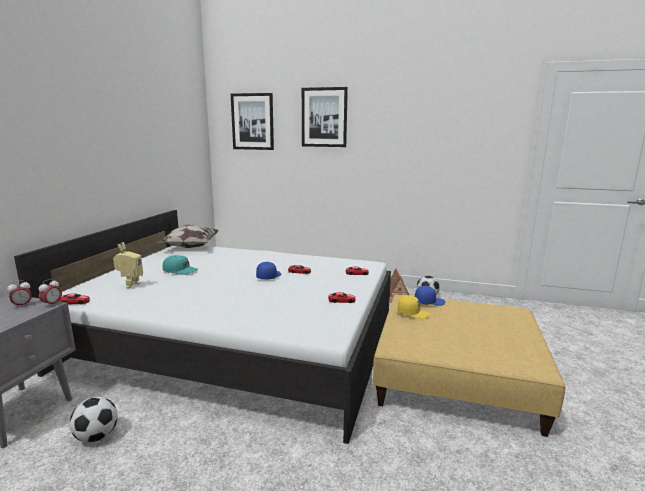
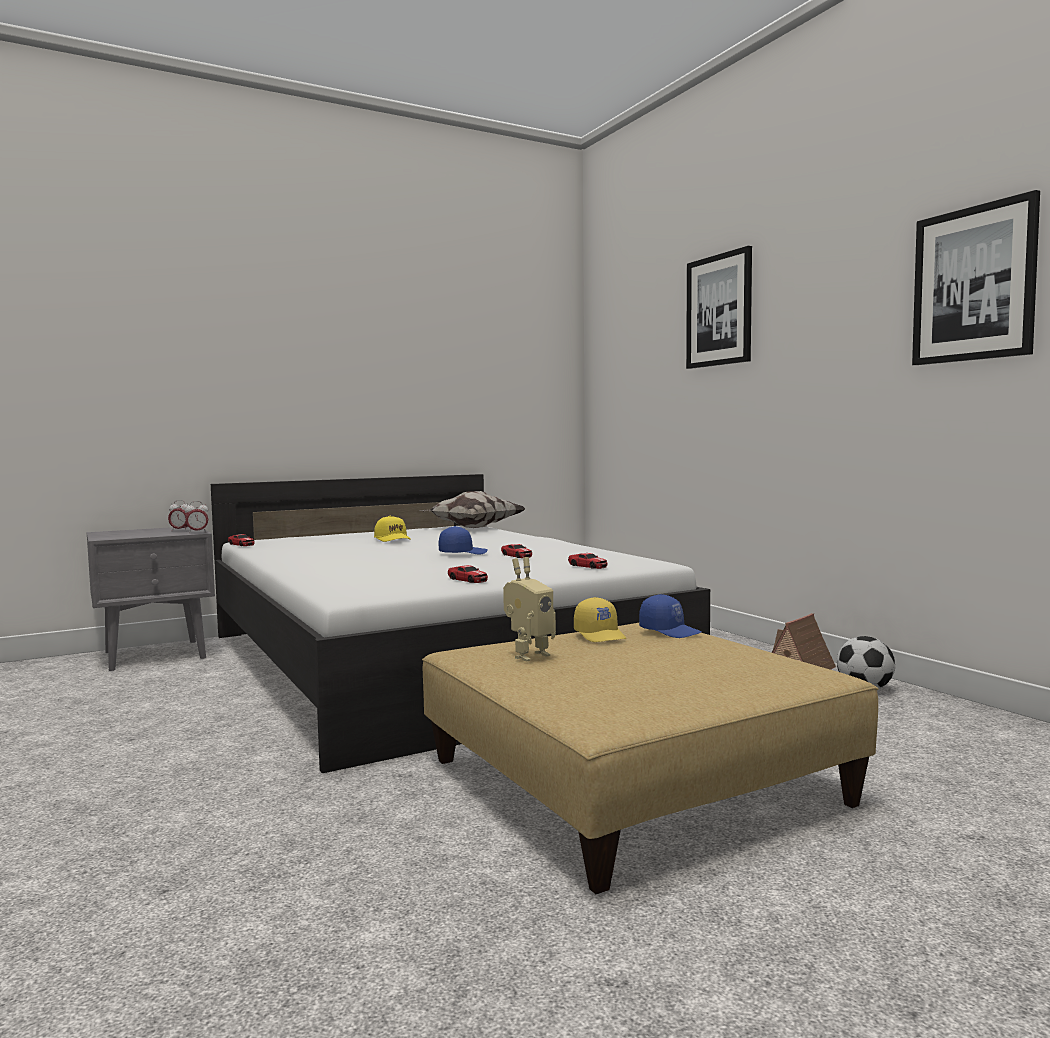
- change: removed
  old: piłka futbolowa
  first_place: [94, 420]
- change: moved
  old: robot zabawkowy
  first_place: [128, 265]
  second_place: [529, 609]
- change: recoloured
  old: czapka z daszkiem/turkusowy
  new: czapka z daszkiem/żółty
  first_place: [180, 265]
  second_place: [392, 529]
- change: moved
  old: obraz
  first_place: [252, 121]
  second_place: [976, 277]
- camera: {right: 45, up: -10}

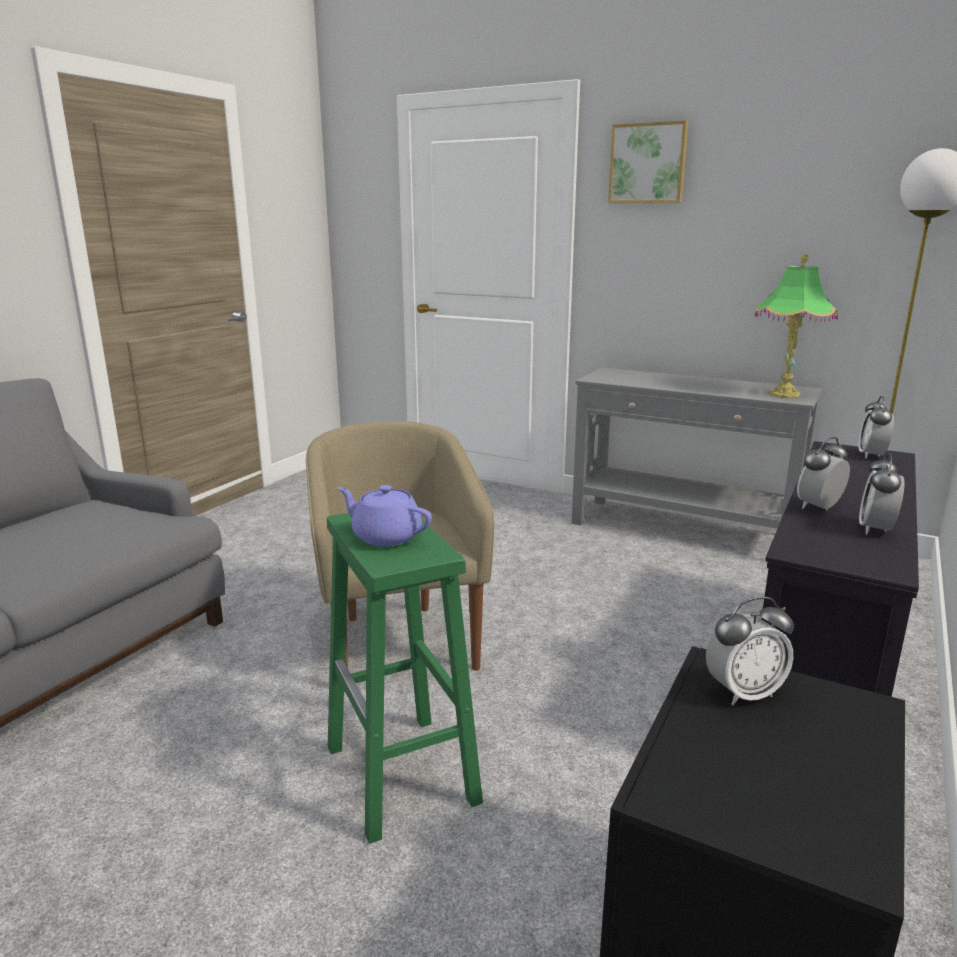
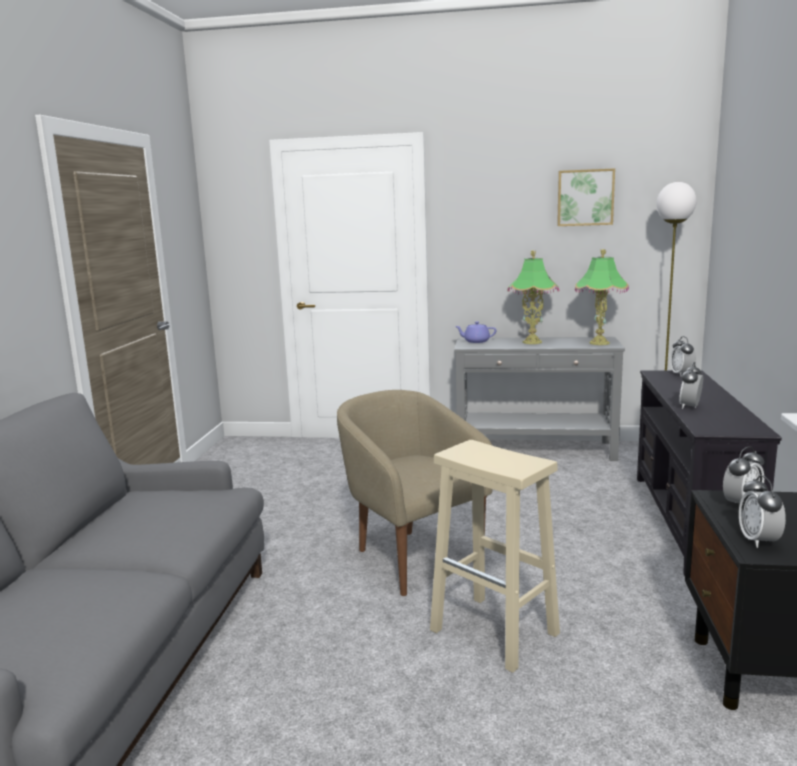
- change: recoloured
  old: stołek/zielony
  new: stołek/beżowy
  first_place: [405, 678]
  second_place: [495, 556]
- change: moved
  old: imbryk/fioletowy
  first_place: [385, 515]
  second_place: [475, 332]
- change: moved
  old: obraz
  first_place: [648, 161]
  second_place: [586, 197]
- change: moved
  old: budzik
  first_place: [882, 493]
  second_place: [762, 511]
- change: added
  new: lampa stołowa
  second_place: [533, 297]
- camera: {right: -20, up: -5}

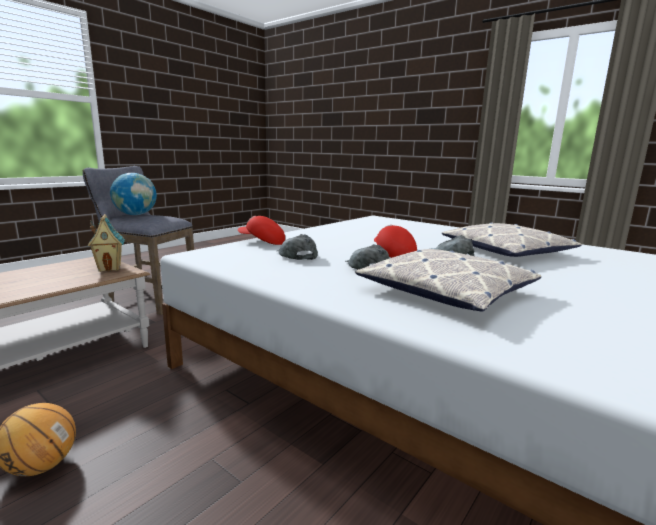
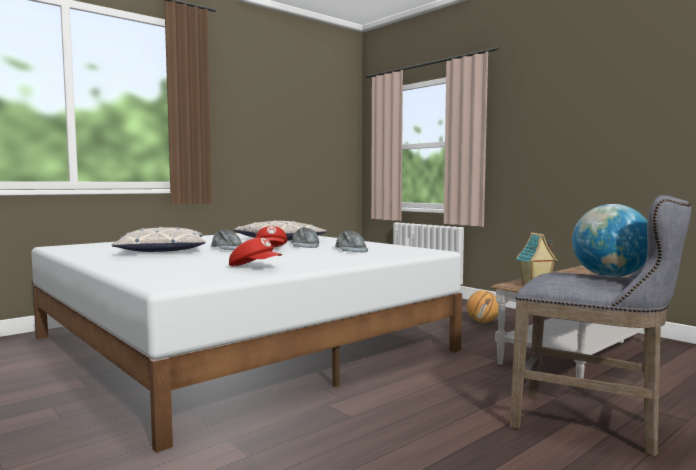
- change: moved
  old: czapka z daszkiem/czerwony
  first_place: [261, 230]
  second_place: [255, 252]
- camera: {right: -170, up: -10}

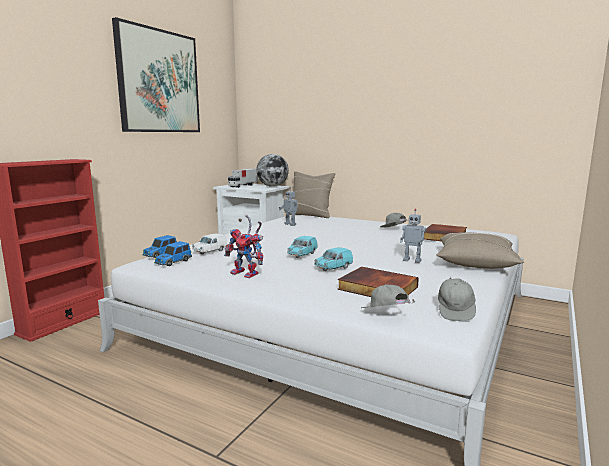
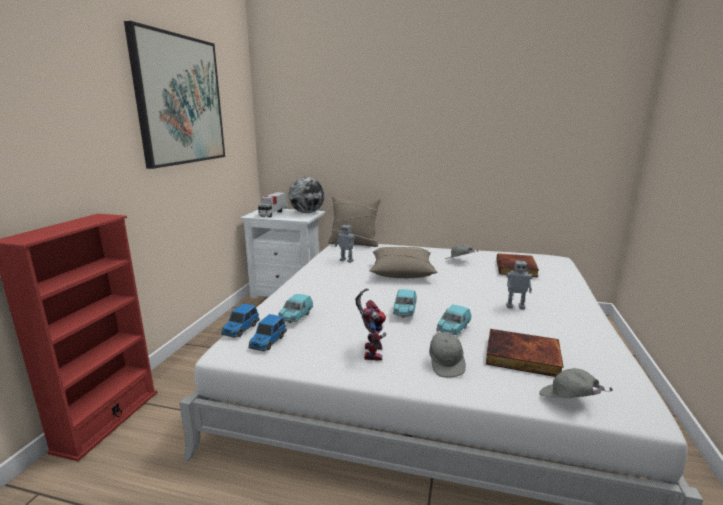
- change: recoloured
  old: samochodzik/biały
  new: samochodzik/turkusowy
  first_place: [209, 244]
  second_place: [295, 308]
- change: turned
  old: robot zabawkowy
  first_place: [243, 246]
  second_place: [370, 324]
  degrees: -105
- change: moved
  old: poduszka/beżowy
  first_place: [480, 250]
  second_place: [403, 262]
- change: moved
  old: czapka z daszkiem/szary
  first_place: [457, 299]
  second_place: [447, 353]
- camera: {right: -15, up: 5}

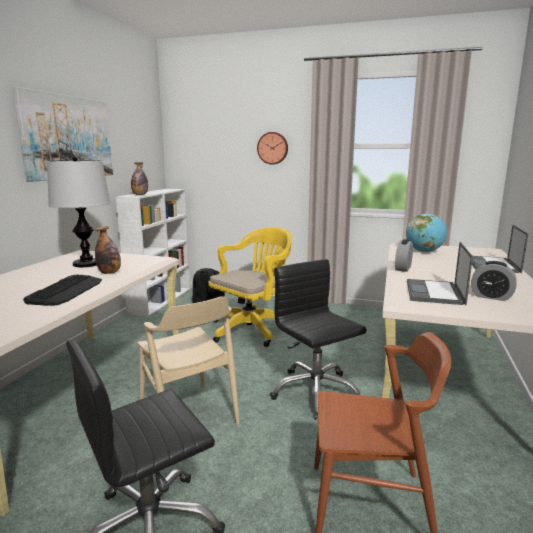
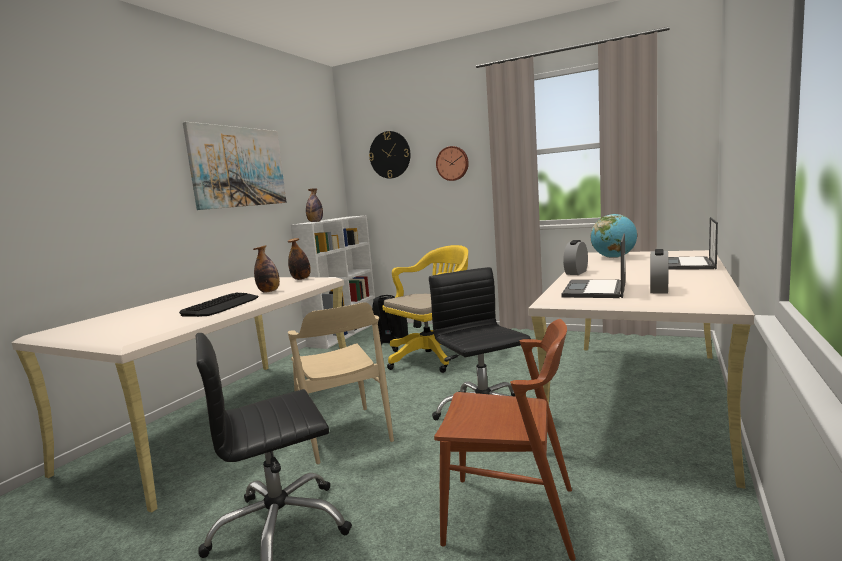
- change: removed
  old: lampa stołowa
  first_place: [78, 212]
- change: turned
  old: budzik
  first_place: [494, 281]
  second_place: [659, 271]
  degrees: -105
- change: added
  new: butelka
  second_place: [299, 259]
- change: added
  new: zegar ścienny
  second_place: [389, 154]
- camera: {right: 10, up: -5}

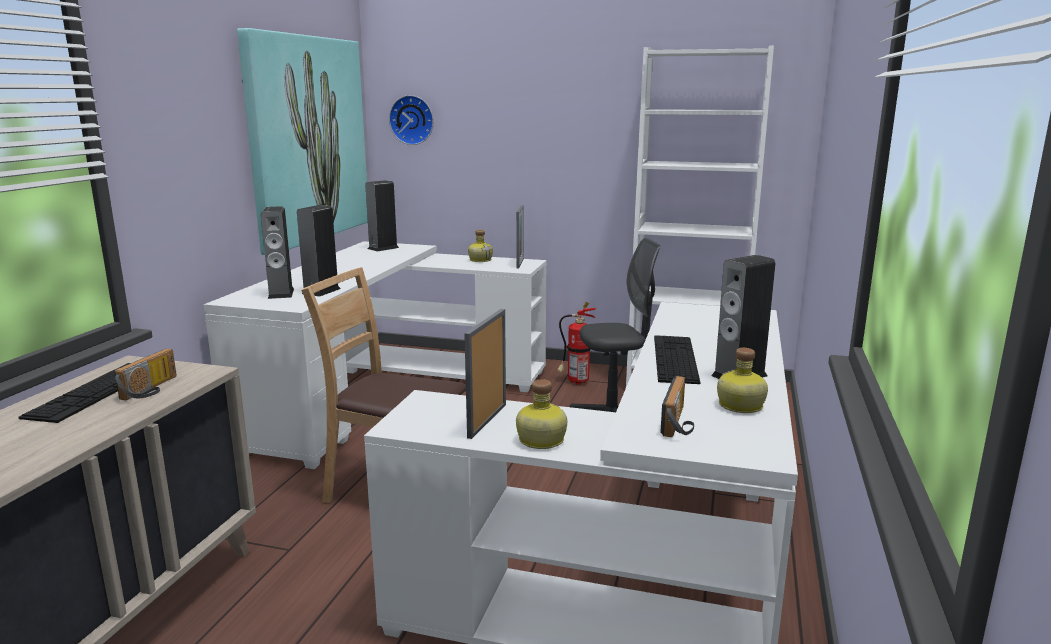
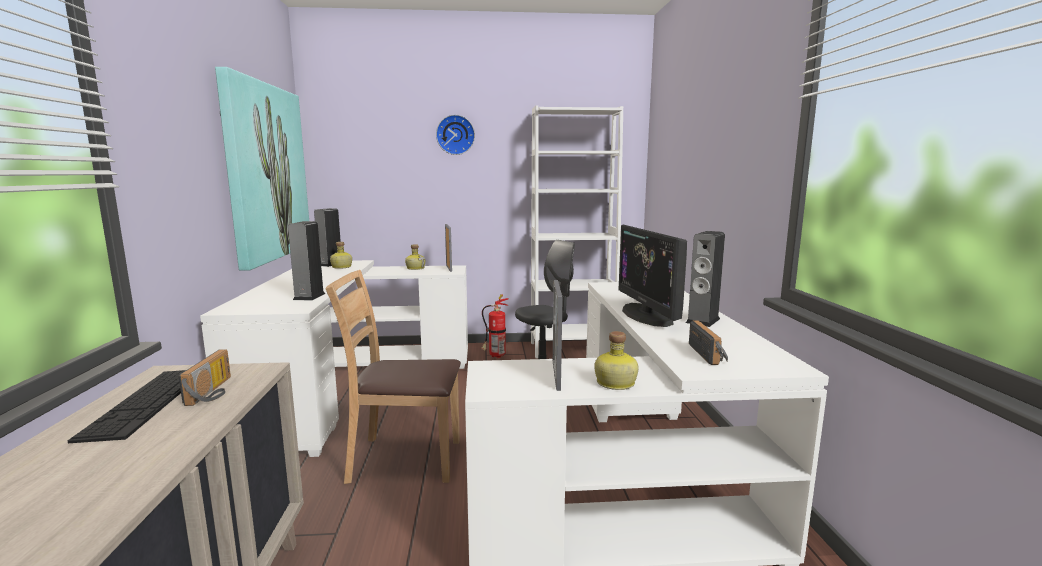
- change: removed
  old: głośnik
  first_place: [277, 252]
- change: moved
  old: zegar ścienny
  first_place: [411, 120]
  second_place: [455, 135]
- change: replaced
  old: klawiatura
  new: monitor
  first_place: [677, 359]
  second_place: [653, 276]
- change: moved
  old: butelka
  first_place: [742, 380]
  second_place: [341, 255]
- camera: {right: -20, up: -5}

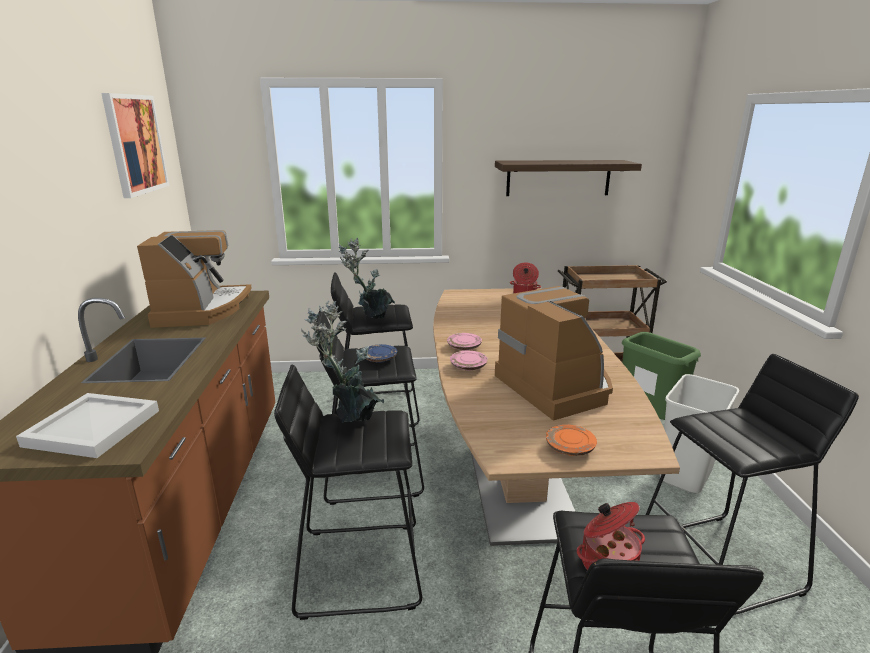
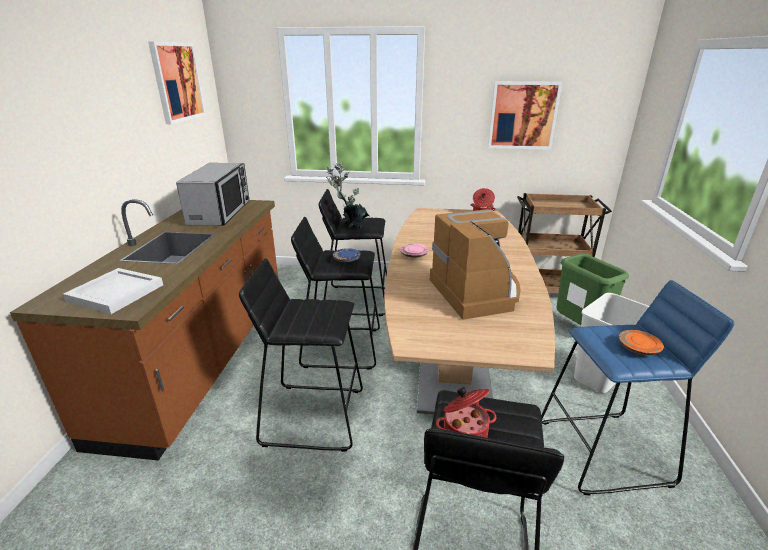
- change: replaced
  old: ekspres do kawy
  new: mikrofalówka
  first_place: [194, 279]
  second_place: [213, 194]
- change: removed
  old: roślina doniczkowa
  first_place: [342, 361]
- change: removed
  old: talerz/różowy
  first_place: [469, 361]
- change: replaced
  old: półka
  new: obraz
  first_place: [568, 178]
  second_place: [525, 115]
- change: moved
  old: talerz/pomarańczowy
  first_place: [571, 440]
  second_place: [641, 342]
- change: recoloured
  old: stołek/czarny
  new: stołek/niebieski
  first_place: [752, 484]
  second_place: [638, 387]
- camera: {right: 10, up: 5}

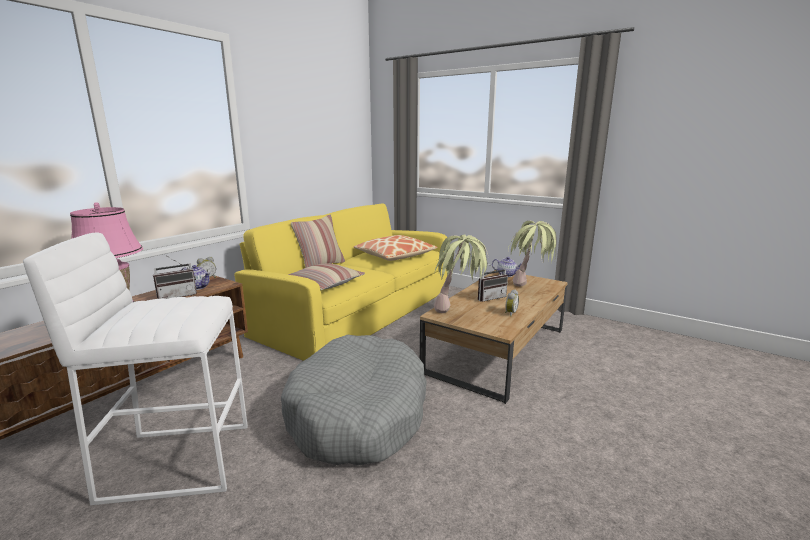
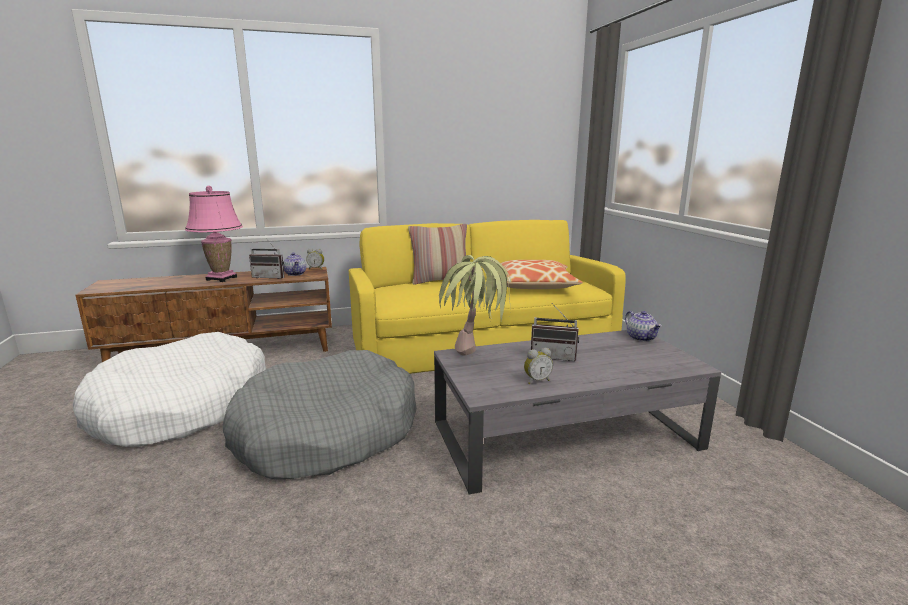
- change: replaced
  old: stołek/biały
  new: legowisko/biały
  first_place: [135, 369]
  second_place: [169, 389]
- change: removed
  old: poduszka
  first_place: [326, 276]
- change: recoloured
  old: ława/brązowy
  new: ława/szary
  first_place: [494, 337]
  second_place: [577, 412]
- change: removed
  old: roślina doniczkowa
  first_place: [532, 254]
- camera: {right: 40, up: 0}

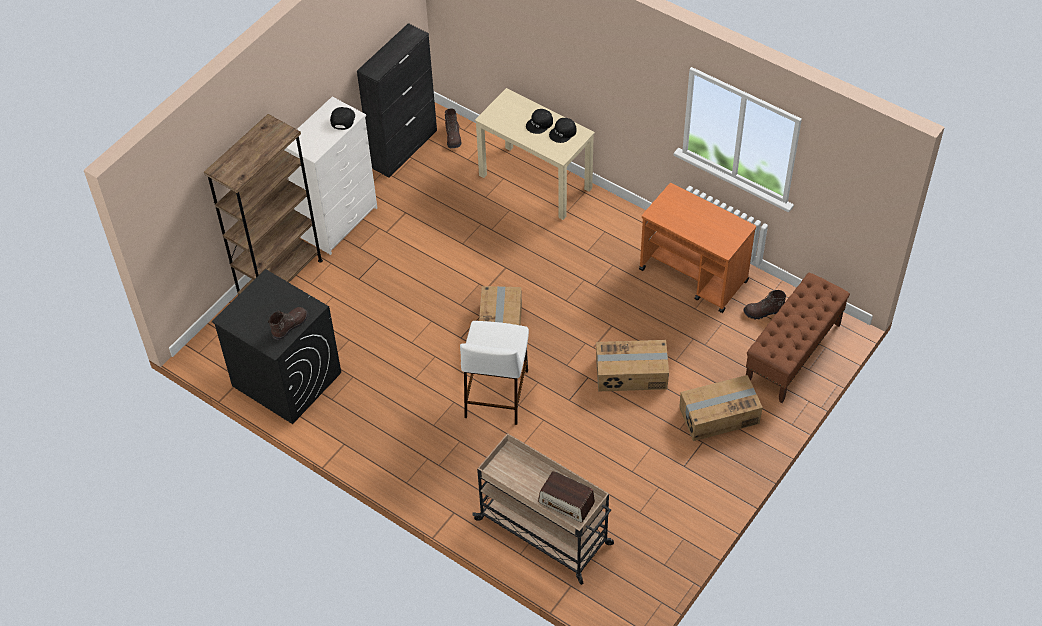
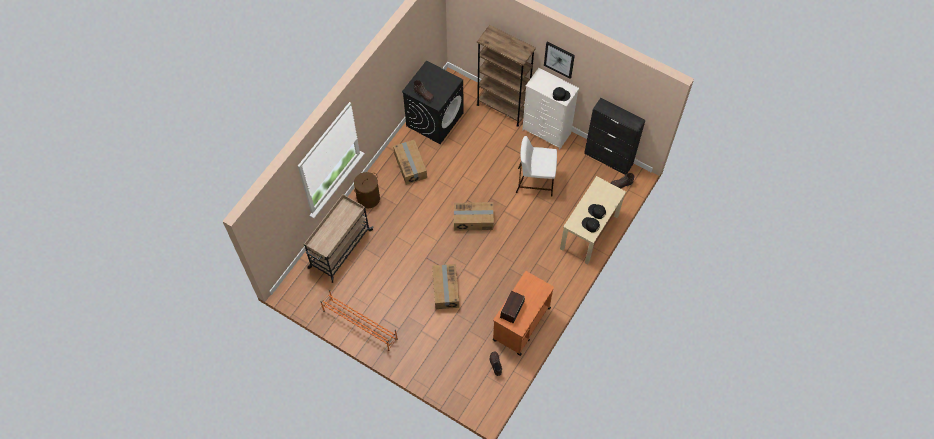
- change: moved
  old: stołek/biały
  first_place: [494, 373]
  second_place: [536, 166]
- change: moved
  old: radio
  first_place: [566, 497]
  second_place: [512, 307]
- change: moved
  old: karton
  first_place: [721, 408]
  second_place: [410, 162]
- change: removed
  old: ławka/brązowy
  first_place: [798, 338]
- change: added
  new: regał na buty/pomarańczowy
  second_place: [359, 320]
- change: added
  new: kosz na pranie/brązowy
  second_place: [367, 190]
- change: added
  new: obraz
  second_place: [559, 60]
- camera: {right: 85, up: 10}

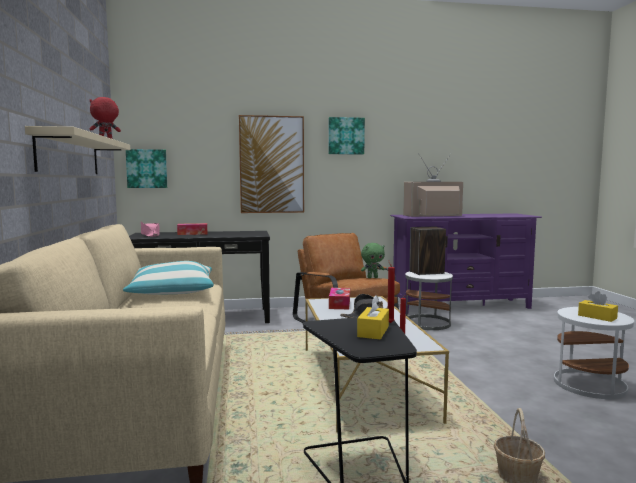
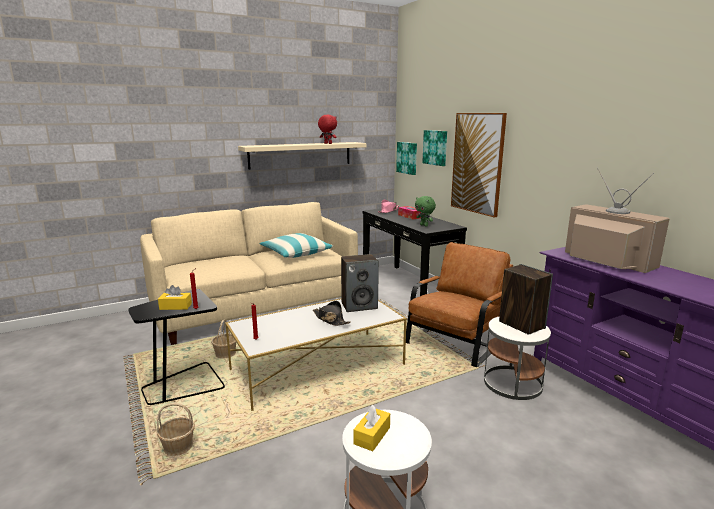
- change: moved
  old: obraz
  first_place: [347, 136]
  second_place: [434, 148]
- change: replaced
  old: pudełko chusteczek
  new: głośnik
  first_place: [339, 298]
  second_place: [360, 283]
- change: moved
  old: pluszak/zielony
  first_place: [373, 260]
  second_place: [425, 211]
- change: added
  new: koszyk
  second_place: [223, 339]
- camera: {right: 70, up: 10}

